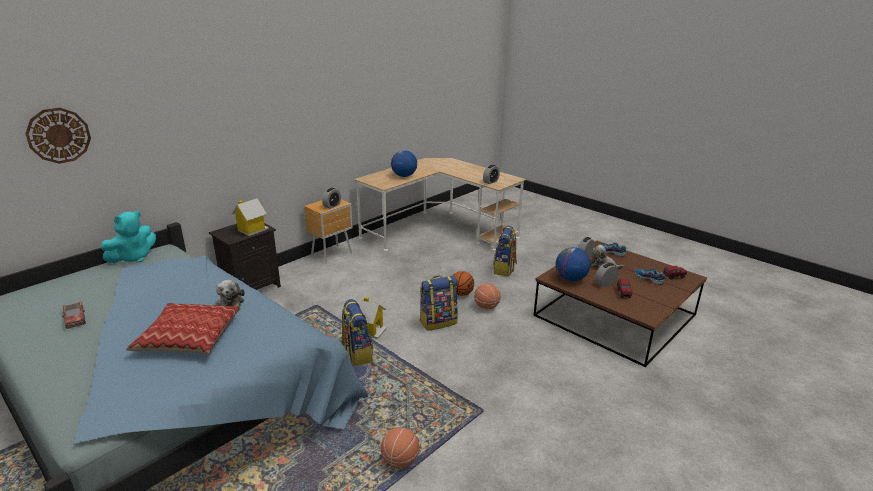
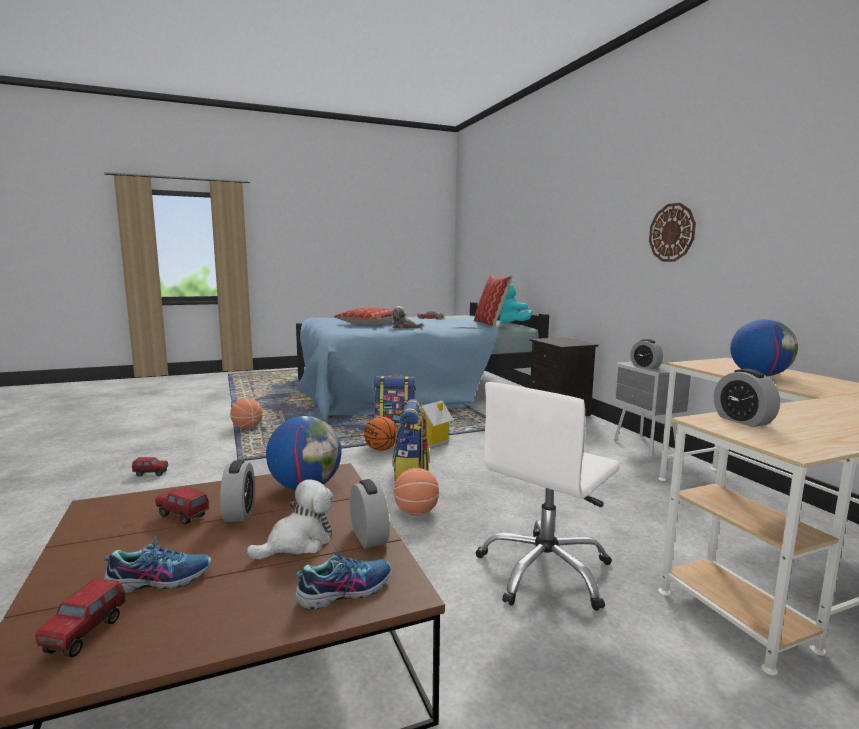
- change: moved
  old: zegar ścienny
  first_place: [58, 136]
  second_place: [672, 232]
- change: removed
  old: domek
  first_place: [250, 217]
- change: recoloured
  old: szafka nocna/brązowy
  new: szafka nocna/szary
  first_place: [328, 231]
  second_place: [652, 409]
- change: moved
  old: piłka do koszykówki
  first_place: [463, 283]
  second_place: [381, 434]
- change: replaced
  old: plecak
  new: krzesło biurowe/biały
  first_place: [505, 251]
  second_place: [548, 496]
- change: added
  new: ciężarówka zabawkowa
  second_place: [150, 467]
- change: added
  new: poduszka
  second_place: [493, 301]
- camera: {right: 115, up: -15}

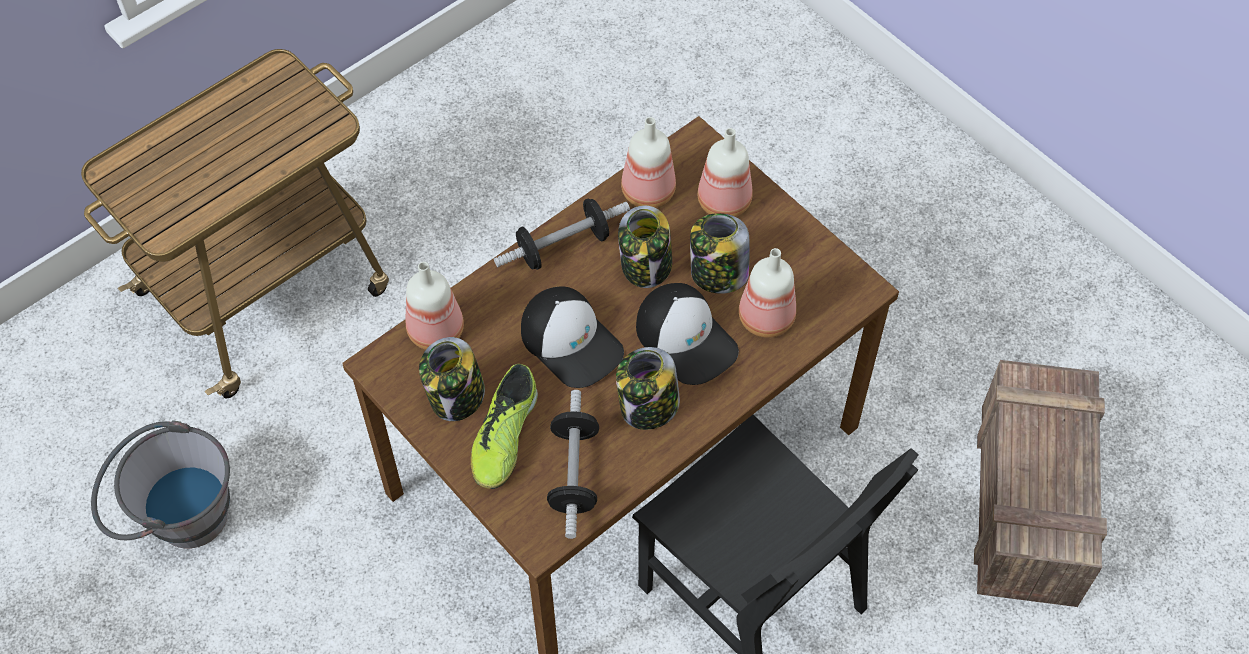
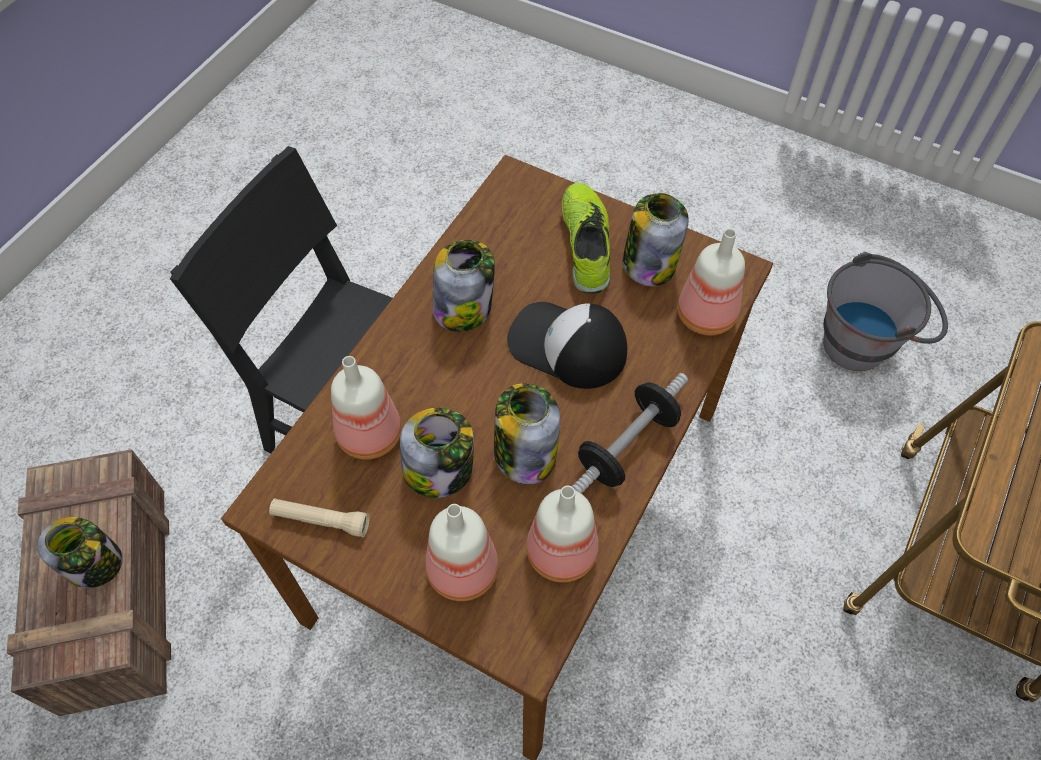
- change: removed
  old: hantel
  first_place: [573, 464]
- change: removed
  old: czapka z daszkiem
  first_place: [687, 334]
- change: added
  new: słoik
  second_place: [80, 552]
- change: added
  new: latarka/beżowy
  second_place: [319, 517]
- camera: {right: 160, up: 0}

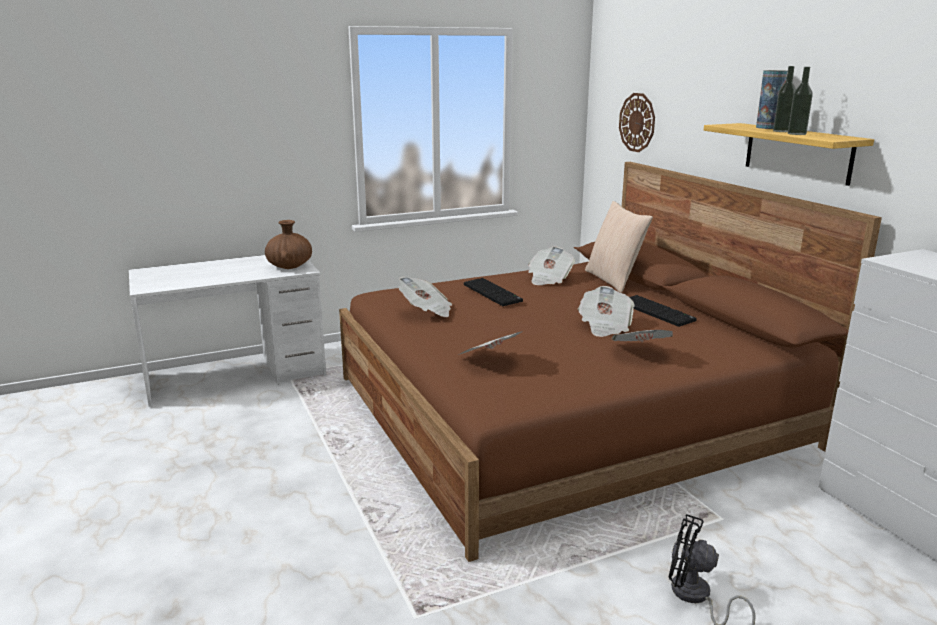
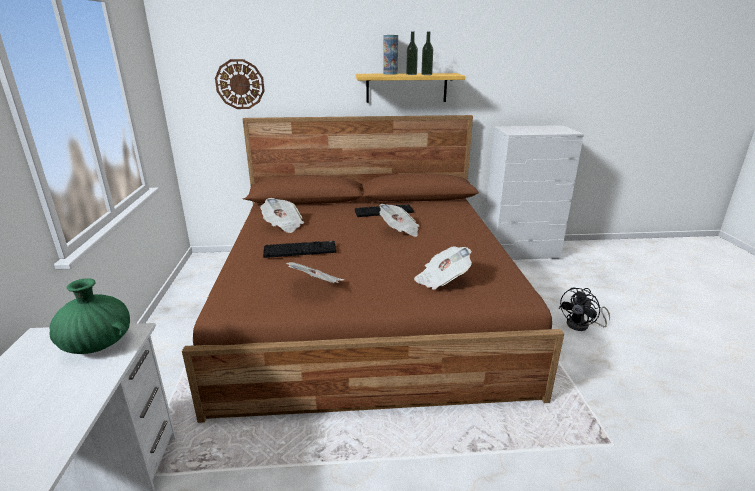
- change: recoloured
  old: wazon/brązowy
  new: wazon/zielony
  first_place: [288, 244]
  second_place: [90, 316]
- change: removed
  old: poduszka/beżowy
  first_place: [619, 247]
- change: removed
  old: gazeta
  first_place: [642, 336]
- camera: {right: -70, up: 5}

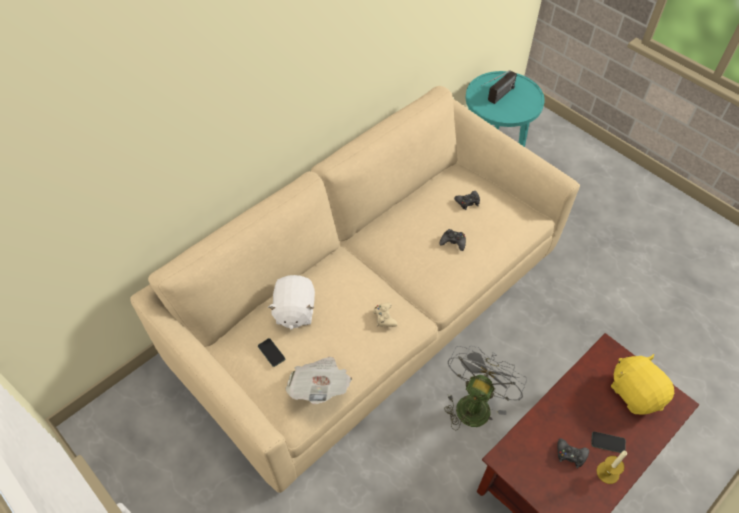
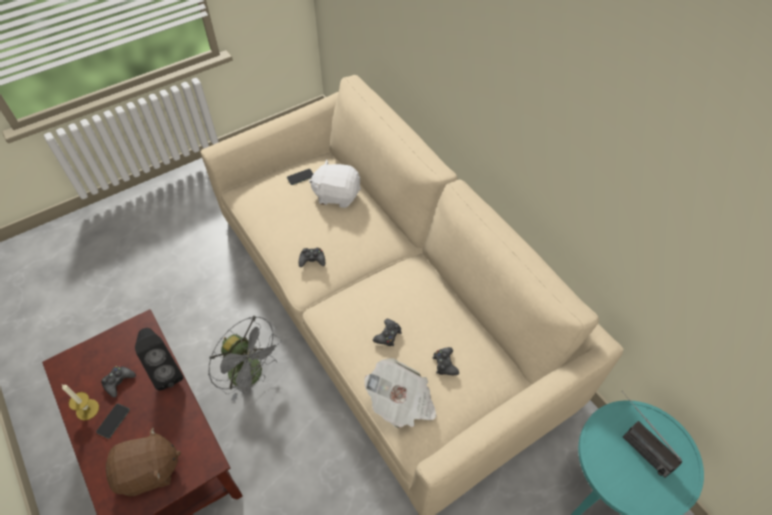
- change: moved
  old: gazeta
  first_place: [318, 380]
  second_place: [400, 393]
- change: recoloured
  old: pad do gier/beżowy
  new: pad do gier/czarny
  first_place: [385, 314]
  second_place: [312, 257]
- change: recoloured
  old: pluszak/żółty
  new: pluszak/brązowy
  first_place: [642, 384]
  second_place: [143, 462]
- change: added
  new: głośnik/czarny
  second_place: [159, 359]
- camera: {right: 100, up: 0}

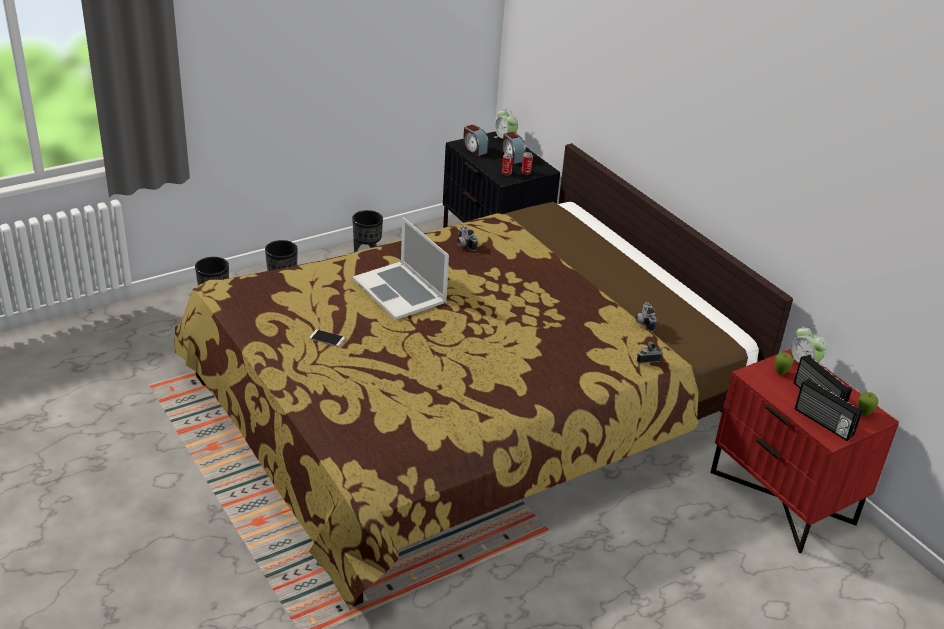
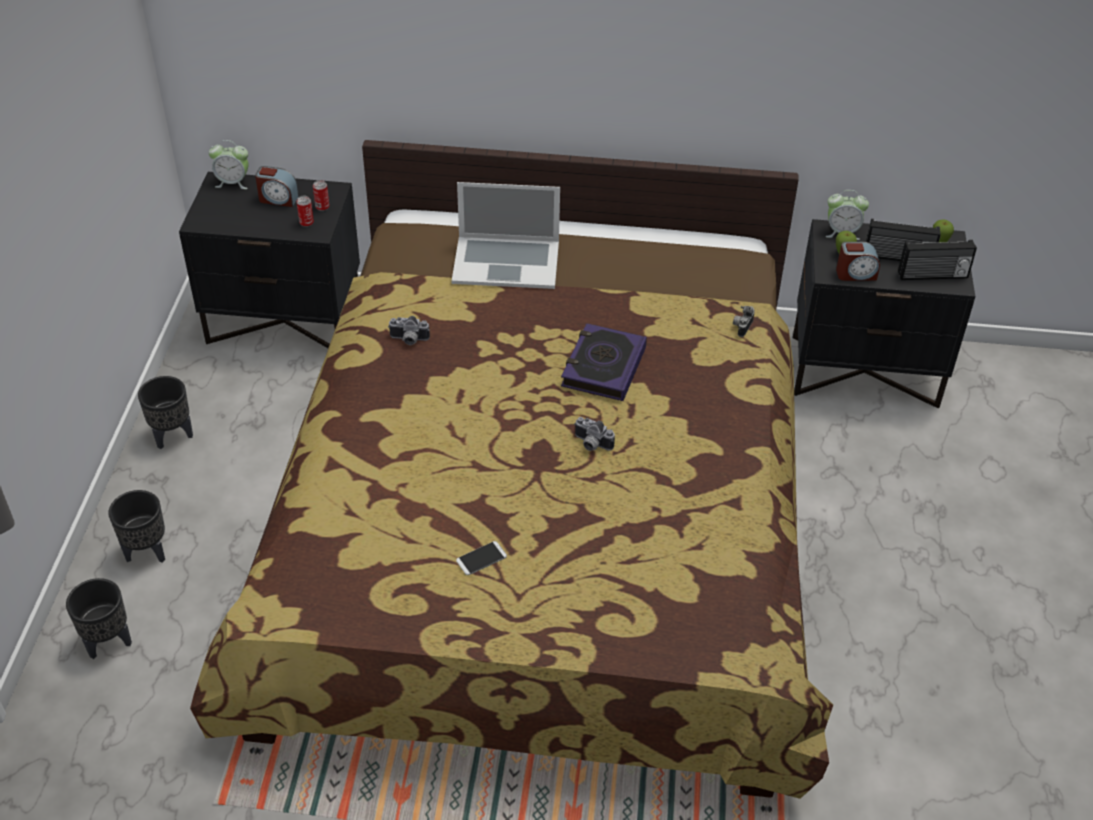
- change: moved
  old: laptop
  first_place: [401, 268]
  second_place: [506, 235]
- change: moved
  old: budzik
  first_place: [476, 140]
  second_place: [858, 261]
- change: moved
  old: aparat fotograficzny
  first_place: [646, 317]
  second_place: [594, 434]
- change: recoloured
  old: szafka nocna/czerwony
  new: szafka nocna/czarny
  first_place: [804, 451]
  second_place: [884, 314]
- change: added
  new: książka
  second_place: [604, 362]
- camera: {right: -50, up: 10}

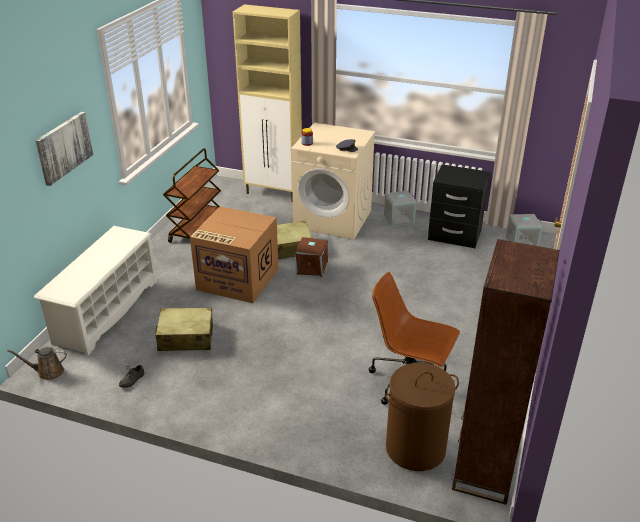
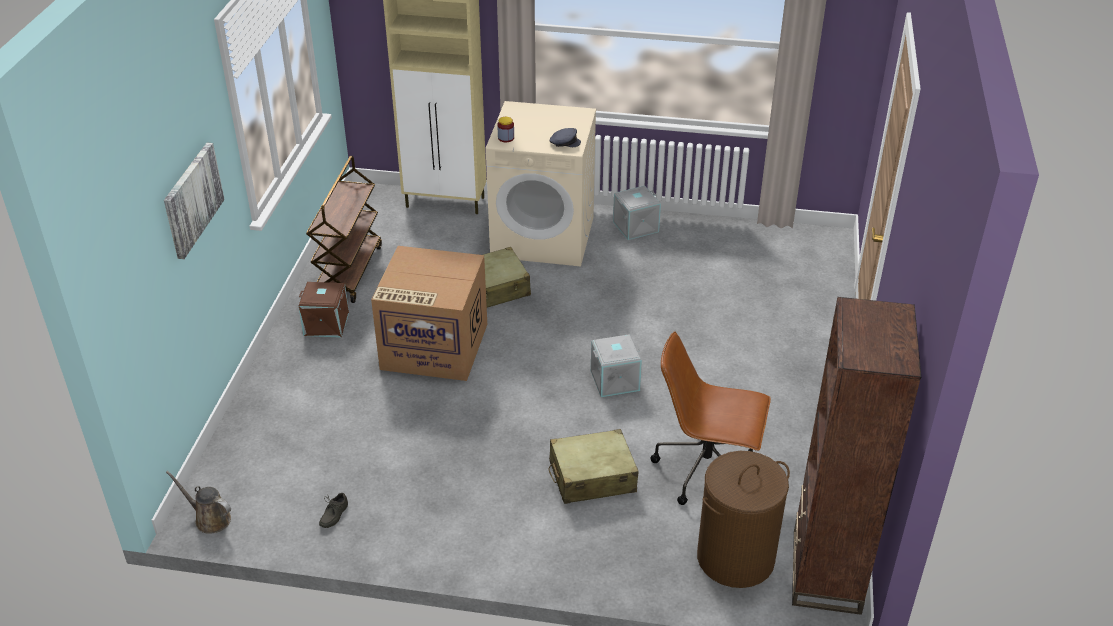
- change: turned
  old: konewka/brązowy
  first_place: [37, 363]
  second_place: [198, 502]
  degrees: 45
- change: removed
  old: regał na buty/biały
  first_place: [95, 290]
- change: moved
  old: walizka/beżowy
  first_place: [184, 329]
  second_place: [593, 466]
- change: moved
  old: pojemnik do przechowywania/brązowy
  first_place: [311, 257]
  second_place: [323, 310]
- change: removed
  old: szafka nocna/czarny
  first_place: [459, 206]
- change: moved
  old: pojemnik do przechowywania/szary
  first_place: [524, 230]
  second_place: [616, 365]
- camera: {right: -10, up: 5}

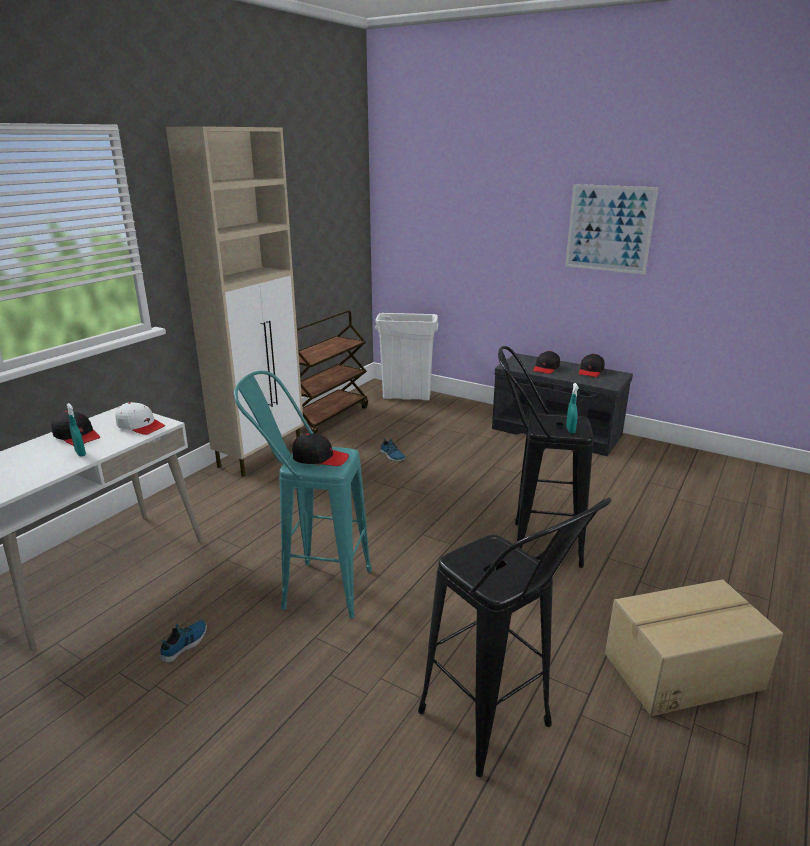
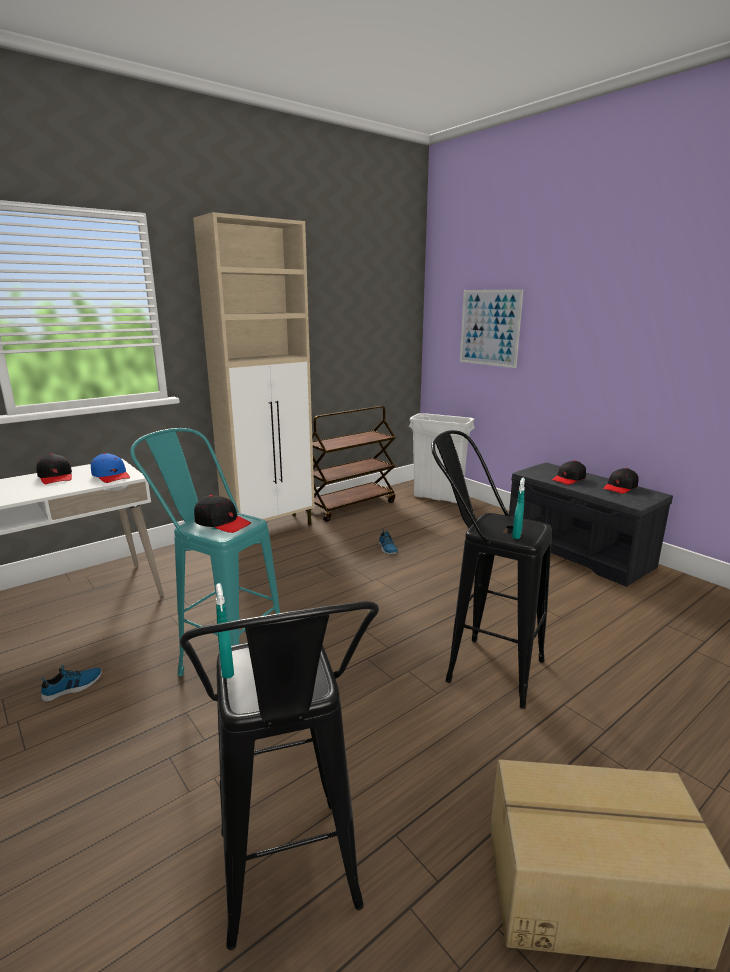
- change: moved
  old: spryskiwacz/turkusowy
  first_place: [76, 430]
  second_place: [225, 630]
- change: recoloured
  old: czapka z daszkiem/biały
  new: czapka z daszkiem/niebieski
  first_place: [140, 418]
  second_place: [110, 468]
- change: moved
  old: obraz
  first_place: [611, 229]
  second_place: [491, 328]
- camera: {right: 20, up: -5}

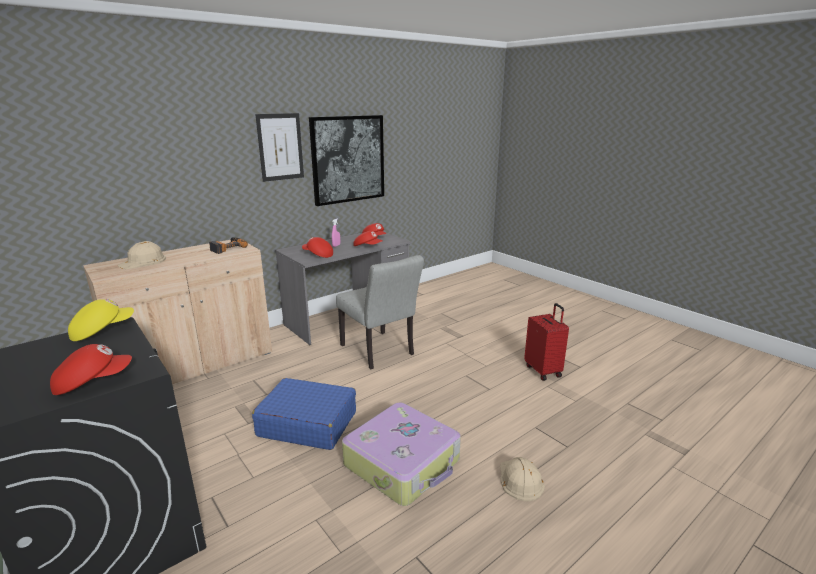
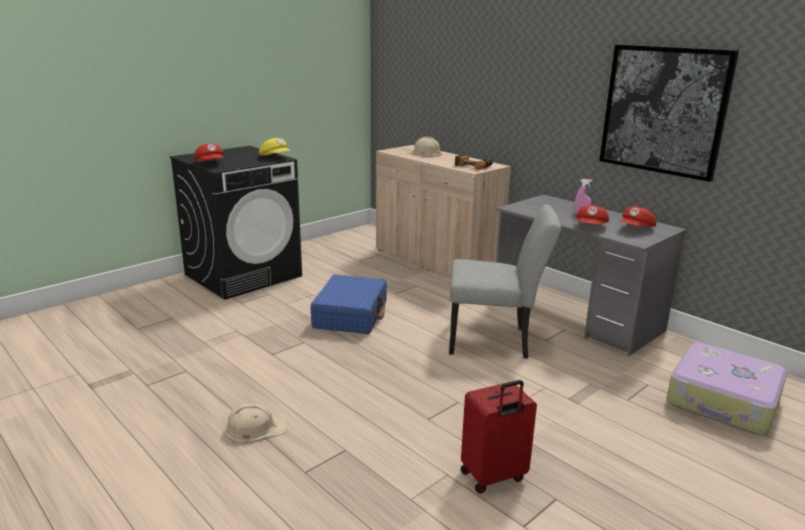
- change: removed
  old: obraz
  first_place: [279, 147]
- change: removed
  old: czapka z daszkiem/czerwony
  first_place: [317, 247]
- change: turned
  old: krzesło/szary
  first_place: [380, 312]
  second_place: [505, 281]
  degrees: -135
- change: moved
  old: walizka
  first_place: [401, 454]
  second_place: [726, 389]
- camera: {right: 85, up: 0}

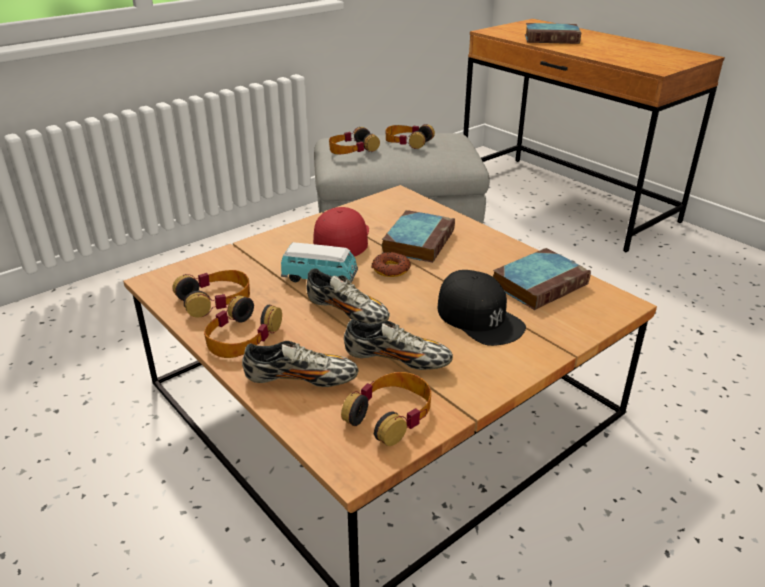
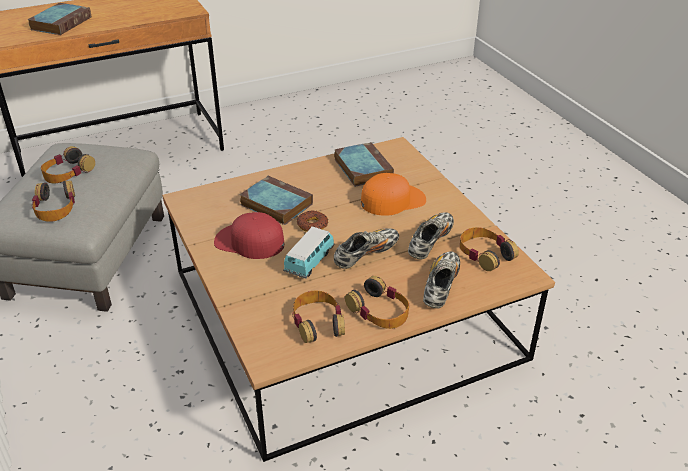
- change: recoloured
  old: czapka z daszkiem/czarny
  new: czapka z daszkiem/pomarańczowy
  first_place: [482, 308]
  second_place: [393, 194]
- camera: {right: -75, up: 5}

